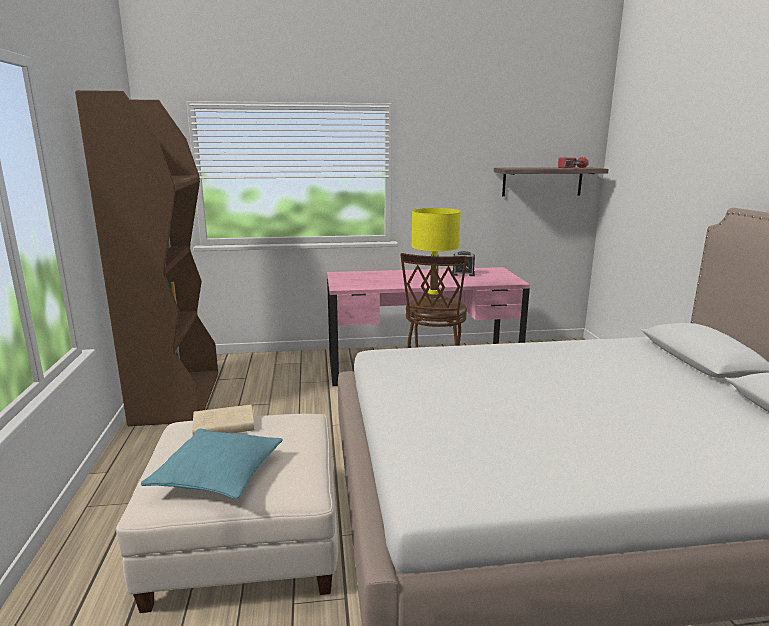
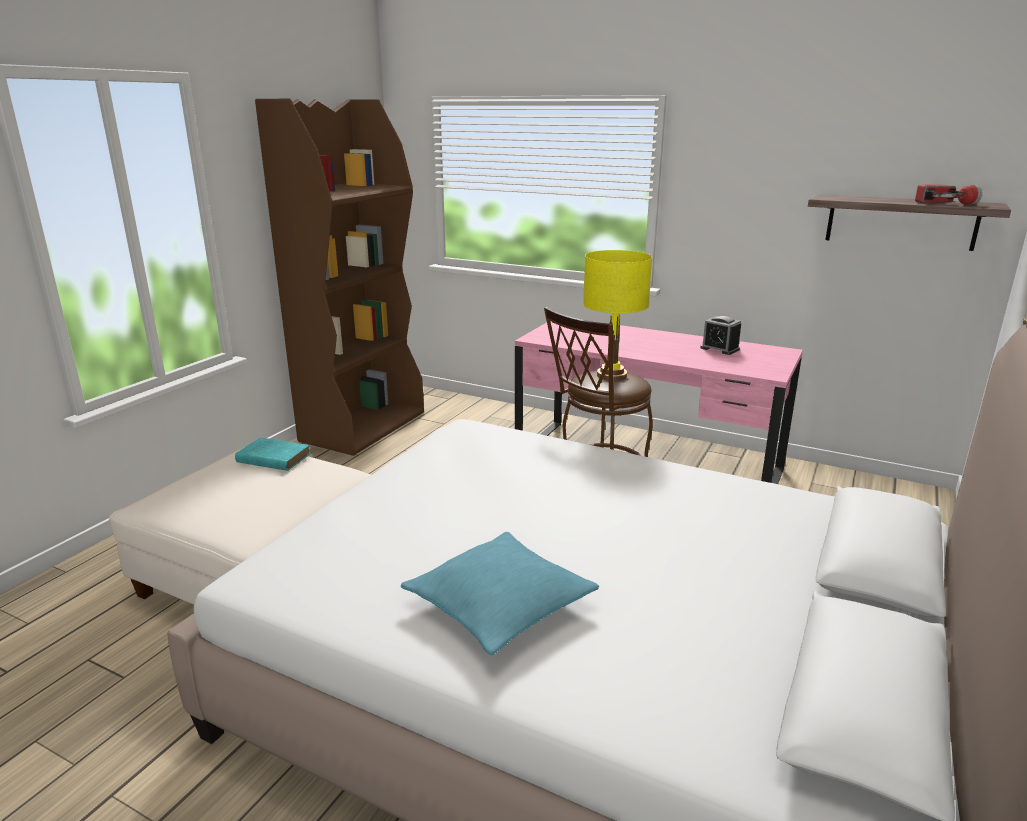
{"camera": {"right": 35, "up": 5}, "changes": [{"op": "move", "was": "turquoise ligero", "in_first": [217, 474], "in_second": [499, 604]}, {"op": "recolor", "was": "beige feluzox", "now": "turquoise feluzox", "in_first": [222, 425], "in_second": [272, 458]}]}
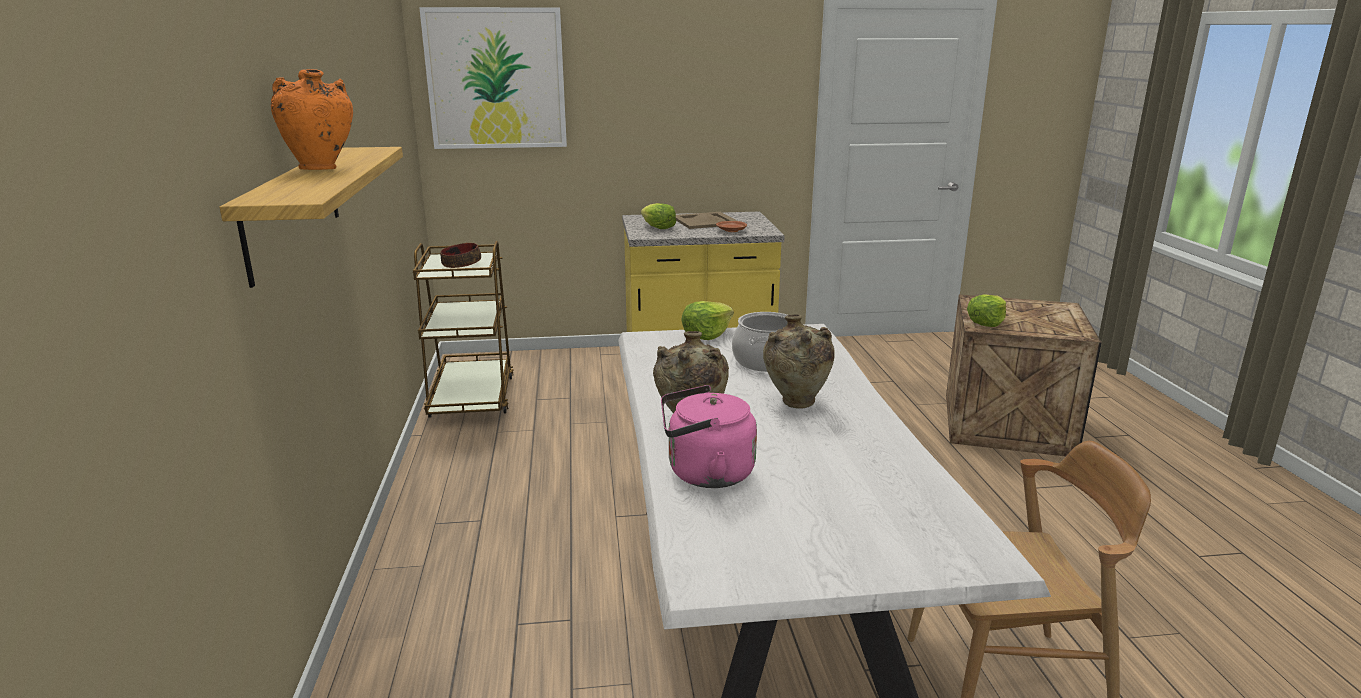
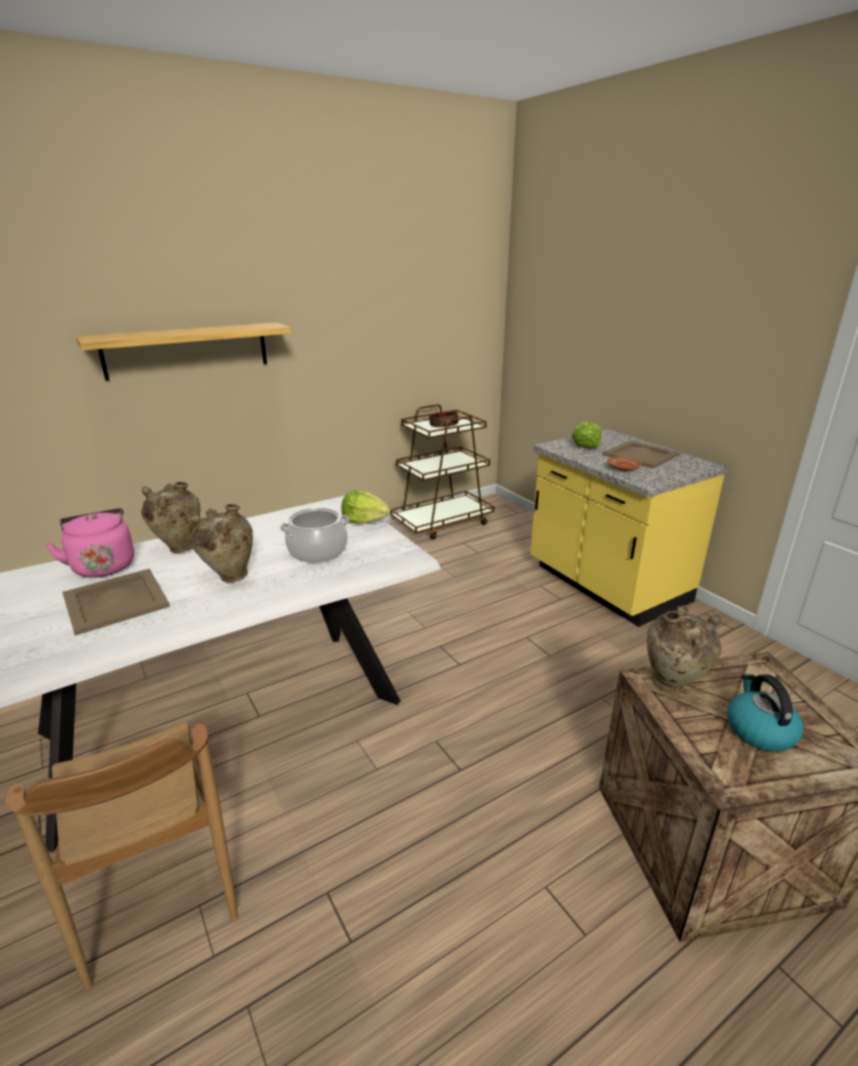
{"camera": {"right": 65, "up": 5}, "changes": [{"op": "delete", "was": "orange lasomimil", "in_first": [321, 169]}, {"op": "delete", "was": "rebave", "in_first": [496, 79]}, {"op": "insert", "now": "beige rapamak", "in_second": [114, 601]}, {"op": "insert", "now": "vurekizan", "in_second": [759, 730]}, {"op": "replace", "was": "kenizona", "now": "beige lasomimil", "in_first": [986, 322], "in_second": [672, 685]}]}
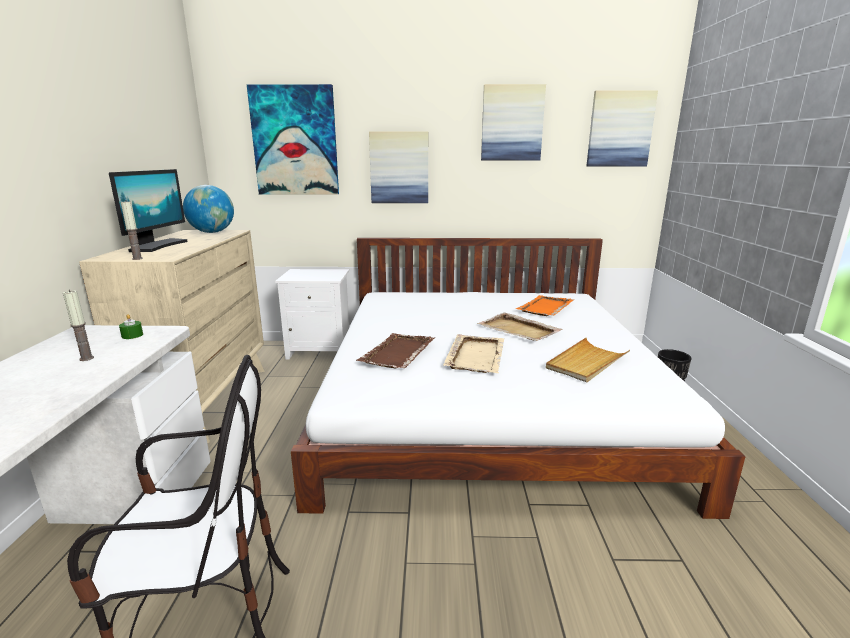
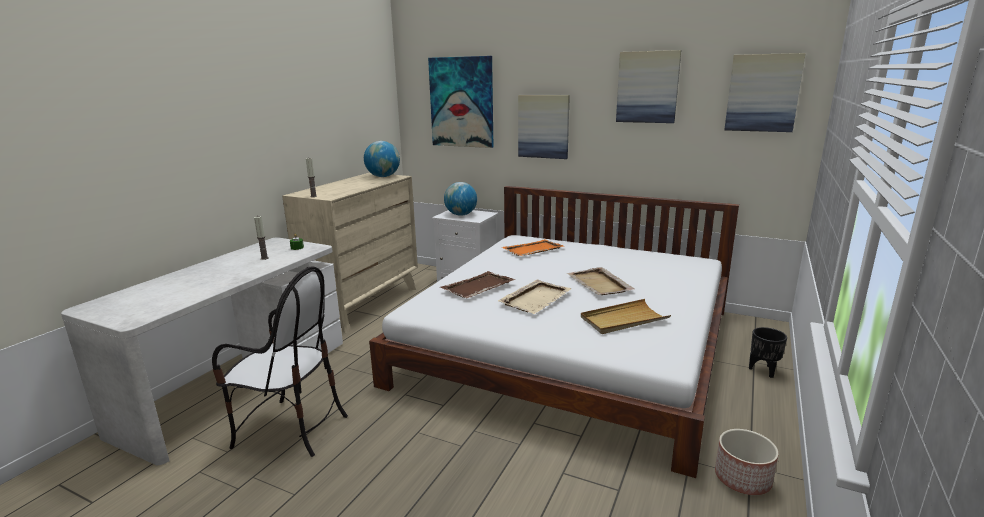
{"camera": {"right": 25, "up": 0}, "changes": [{"op": "delete", "was": "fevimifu", "in_first": [158, 246]}, {"op": "insert", "now": "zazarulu", "in_second": [461, 215]}, {"op": "insert", "now": "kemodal", "in_second": [743, 479]}, {"op": "move", "was": "orange rapamak", "in_first": [545, 308], "in_second": [532, 250]}]}
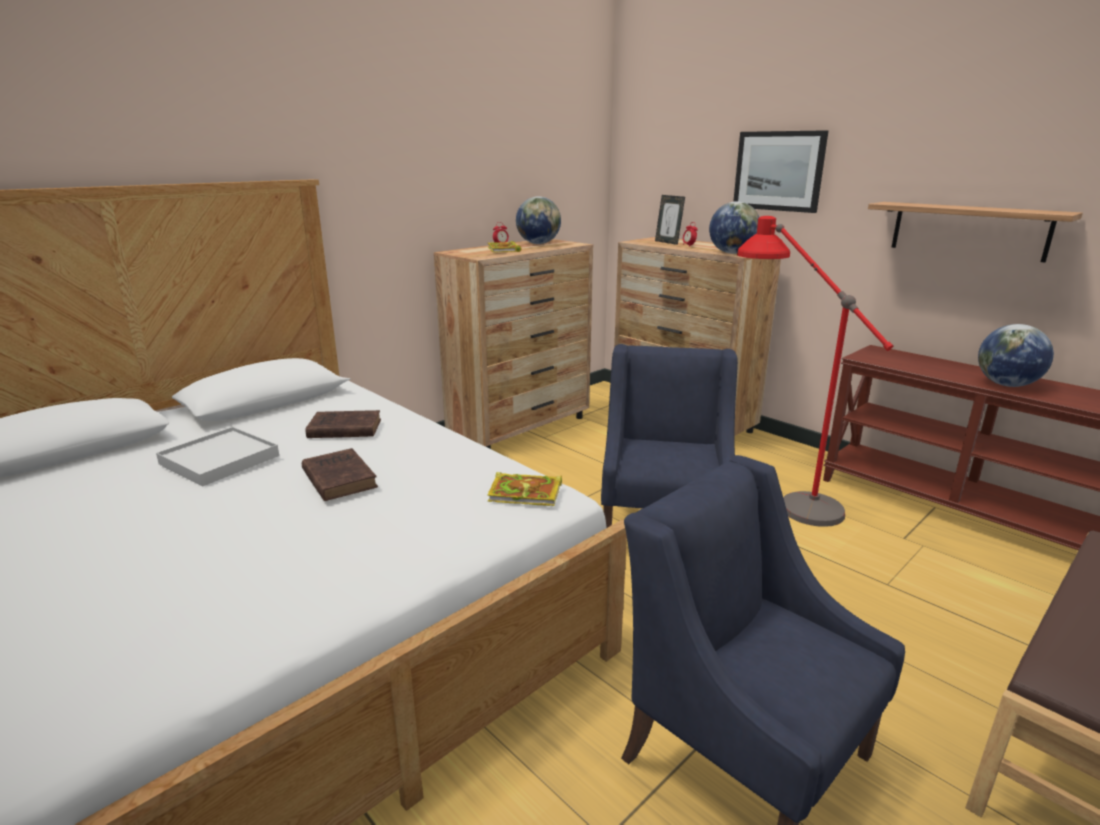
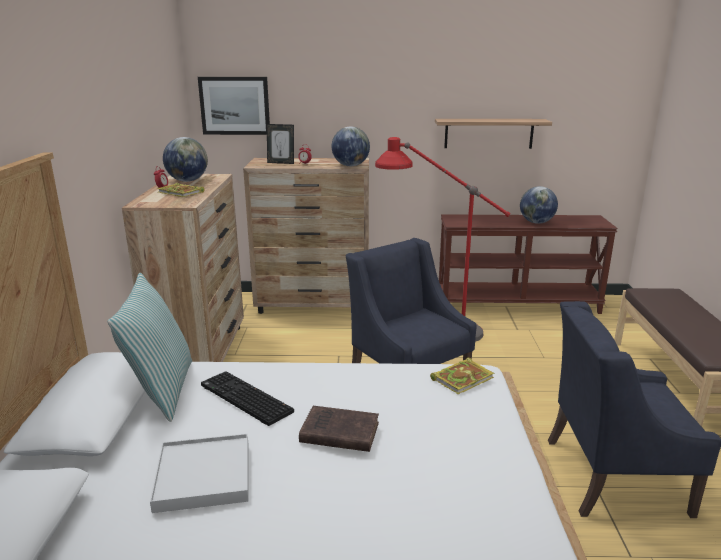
{"camera": {"right": -45, "up": 0}, "changes": [{"op": "insert", "now": "ligero", "in_second": [161, 390]}, {"op": "move", "was": "rebave", "in_first": [778, 171], "in_second": [235, 105]}, {"op": "replace", "was": "brown feluzox", "now": "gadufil", "in_first": [343, 429], "in_second": [243, 399]}]}
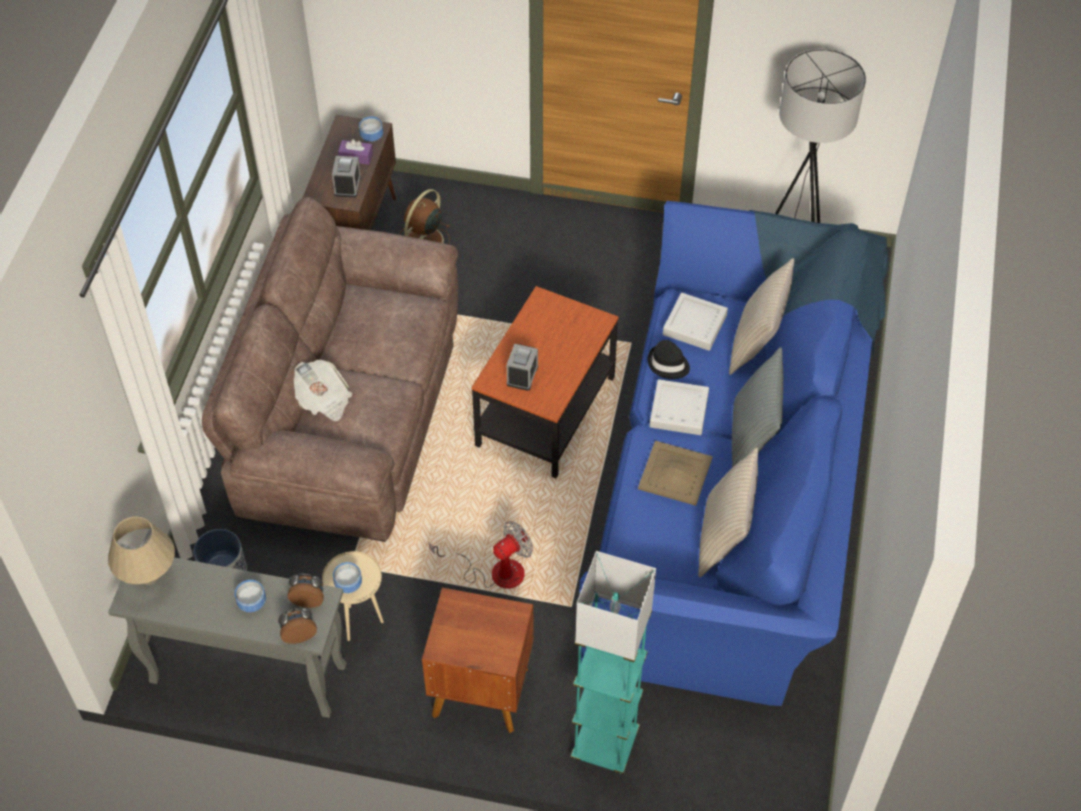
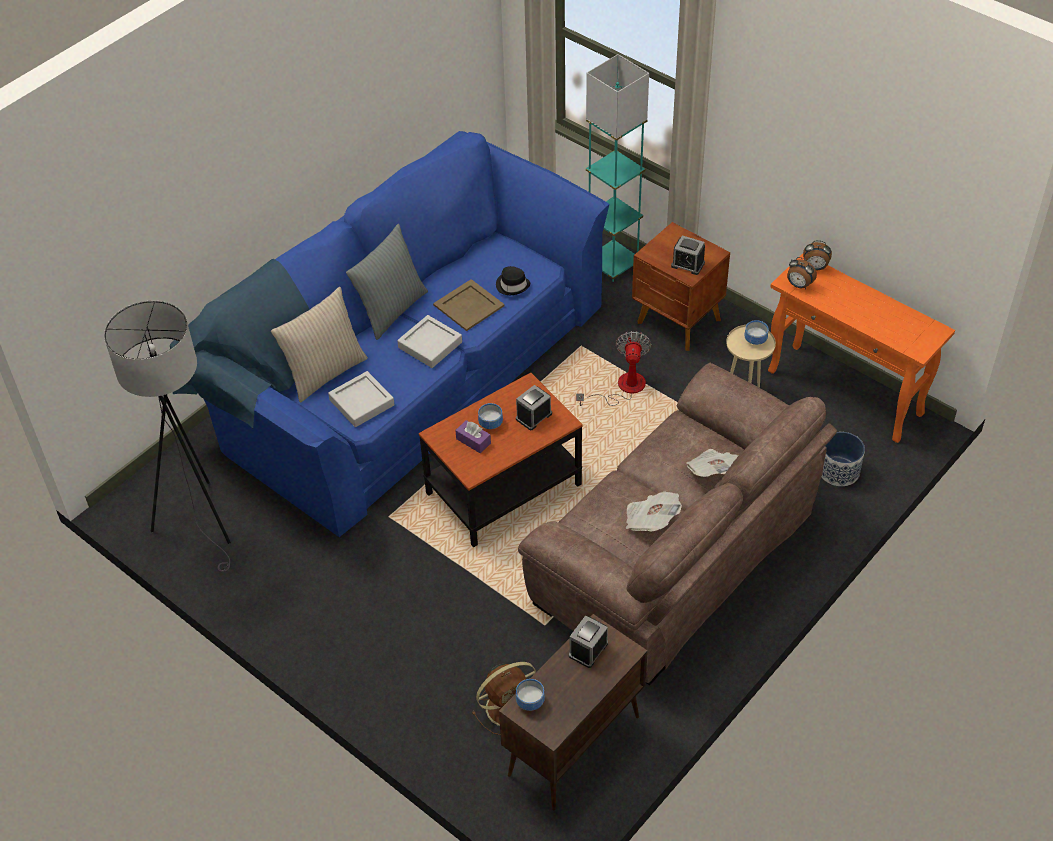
{"camera": {"right": -150, "up": -5}, "changes": [{"op": "delete", "was": "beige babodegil", "in_first": [149, 577]}, {"op": "delete", "was": "beige ligero", "in_first": [724, 537]}, {"op": "insert", "now": "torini", "in_second": [651, 520]}, {"op": "insert", "now": "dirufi", "in_second": [688, 264]}, {"op": "move", "was": "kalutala", "in_first": [253, 603], "in_second": [490, 422]}, {"op": "move", "was": "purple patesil", "in_first": [356, 157], "in_second": [473, 441]}, {"op": "move", "was": "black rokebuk", "in_first": [668, 364], "in_second": [512, 285]}, {"op": "recolor", "was": "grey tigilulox", "now": "orange tigilulox", "in_first": [246, 674], "in_second": [846, 393]}, {"op": "rotate", "was": "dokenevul", "in_first": [495, 572], "in_second": [622, 388], "clockwise": 105}]}
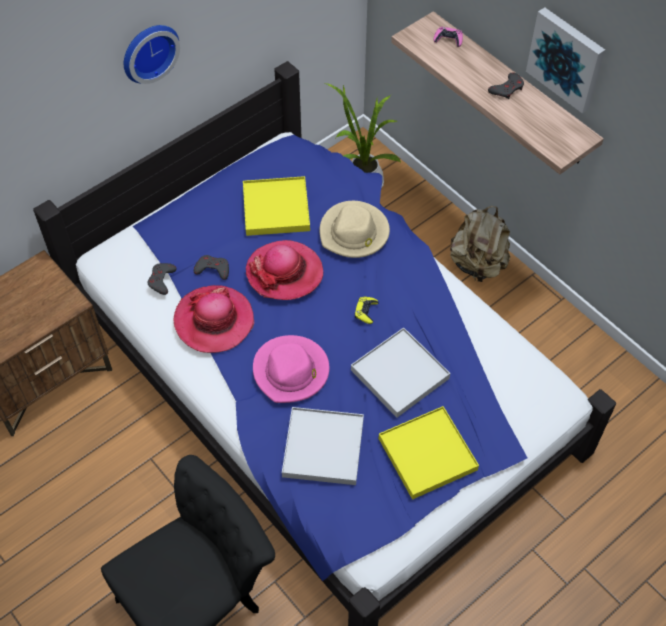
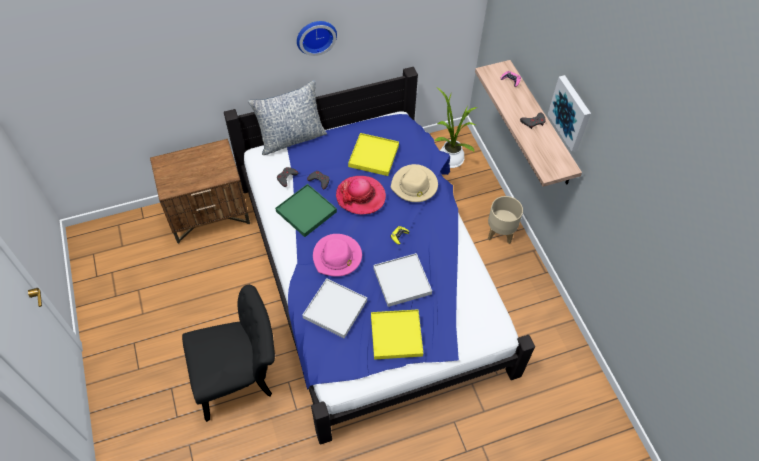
{"camera": {"right": 20, "up": 0}, "changes": [{"op": "insert", "now": "ligero", "in_second": [291, 138]}, {"op": "replace", "was": "rokebuk", "now": "green rapamak", "in_first": [214, 321], "in_second": [306, 212]}, {"op": "replace", "was": "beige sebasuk", "now": "beige kemodal", "in_first": [478, 264], "in_second": [500, 232]}]}
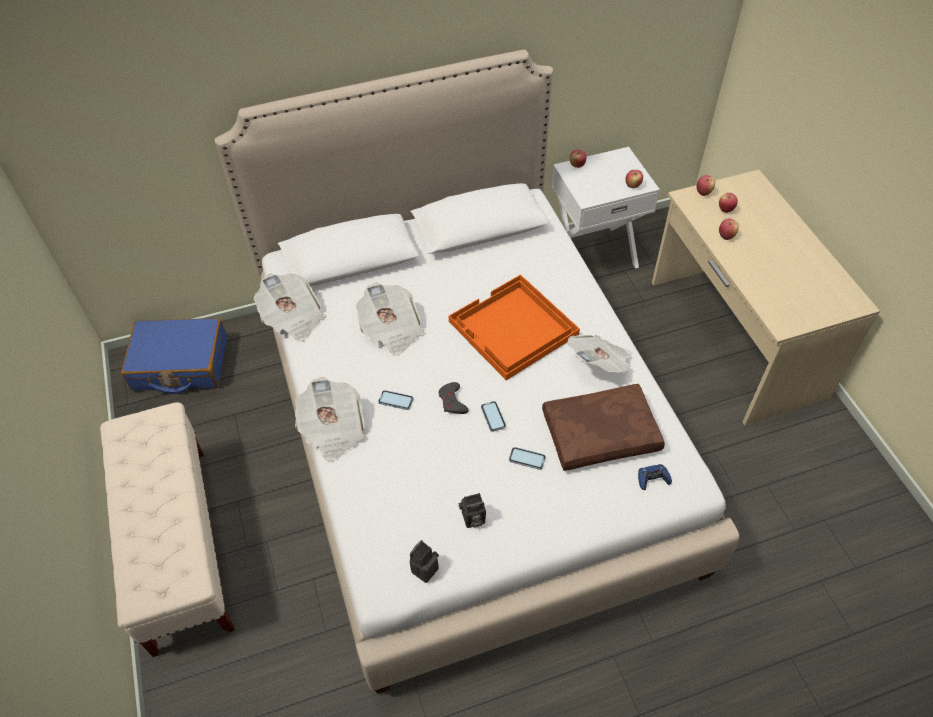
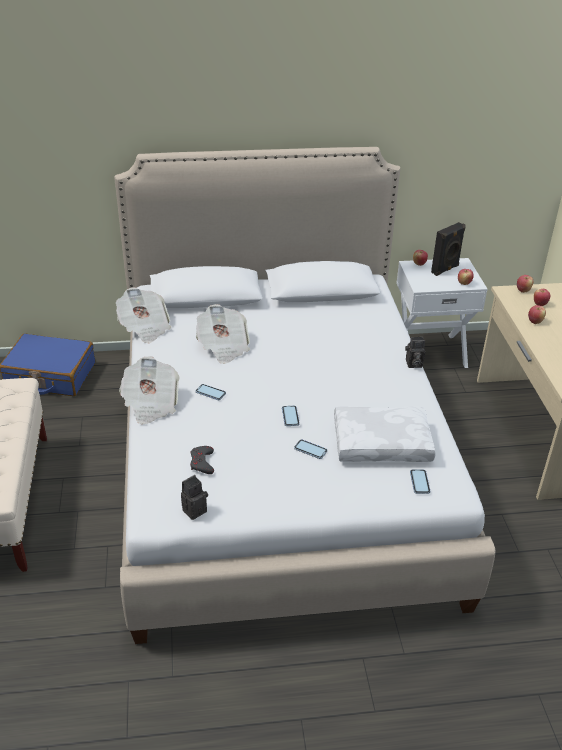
{"camera": {"right": 10, "up": -15}, "changes": [{"op": "delete", "was": "orange rapamak", "in_first": [513, 329]}, {"op": "delete", "was": "torini", "in_first": [600, 364]}, {"op": "insert", "now": "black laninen", "in_second": [445, 269]}, {"op": "move", "was": "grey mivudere", "in_first": [452, 401], "in_second": [202, 463]}, {"op": "move", "was": "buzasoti", "in_first": [472, 519], "in_second": [413, 364]}, {"op": "replace", "was": "blue mivudere", "now": "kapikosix", "in_first": [653, 479], "in_second": [419, 482]}, {"op": "recolor", "was": "brown ligero", "now": "white ligero", "in_first": [600, 432], "in_second": [382, 442]}]}
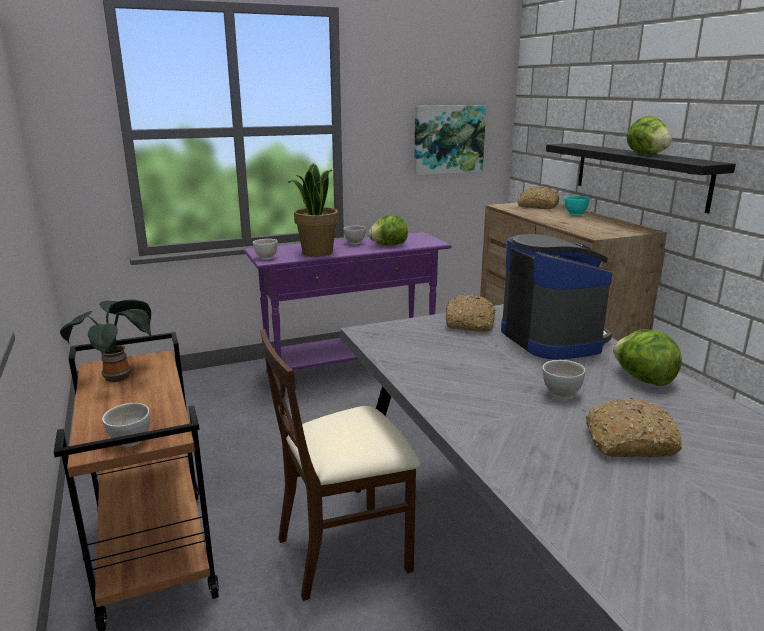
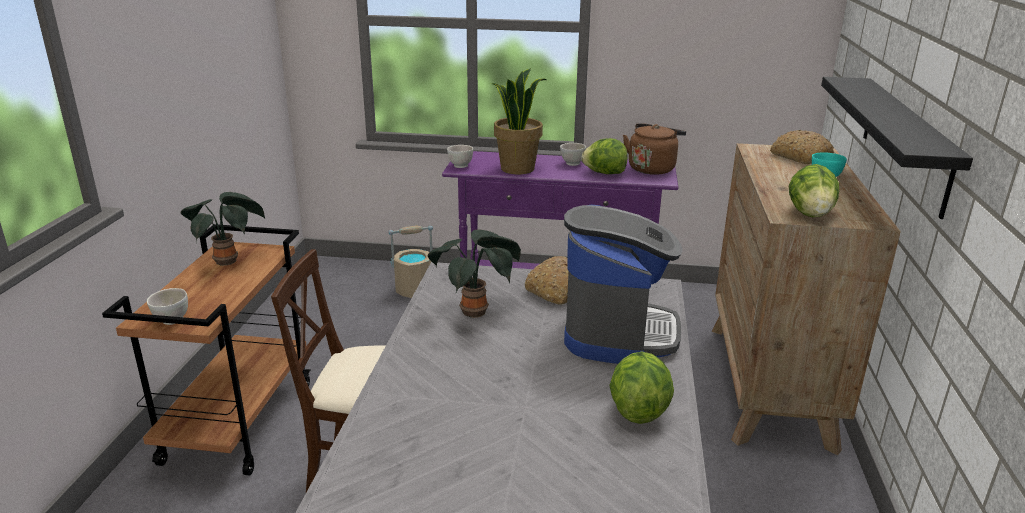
{"camera": {"right": 30, "up": 5}, "changes": [{"op": "delete", "was": "rebave", "in_first": [448, 139]}, {"op": "delete", "was": "white kalutala", "in_first": [560, 394]}, {"op": "delete", "was": "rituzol", "in_first": [629, 442]}, {"op": "insert", "now": "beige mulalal", "in_second": [414, 290]}, {"op": "insert", "now": "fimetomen", "in_second": [477, 311]}, {"op": "insert", "now": "brown vurekizan", "in_second": [652, 168]}, {"op": "move", "was": "kenizona", "in_first": [646, 154], "in_second": [810, 214]}]}
